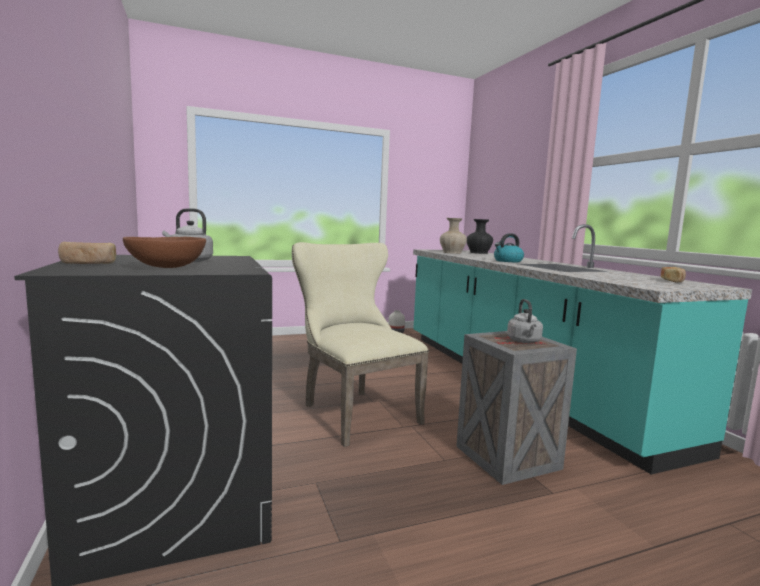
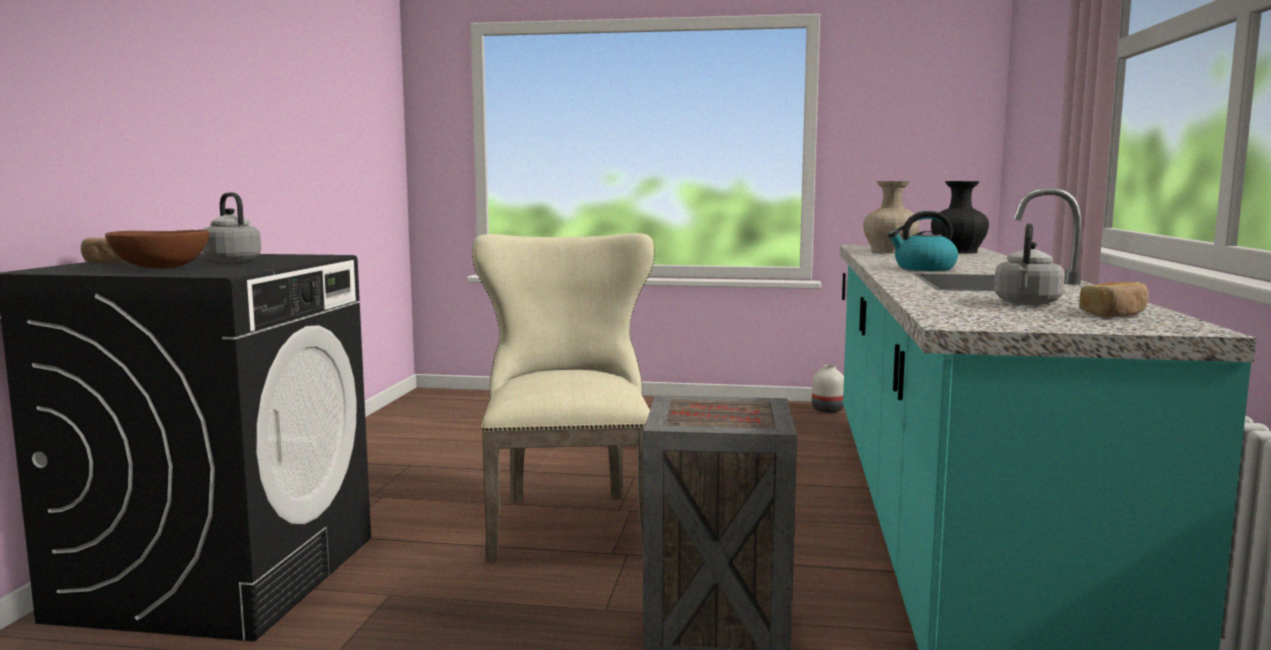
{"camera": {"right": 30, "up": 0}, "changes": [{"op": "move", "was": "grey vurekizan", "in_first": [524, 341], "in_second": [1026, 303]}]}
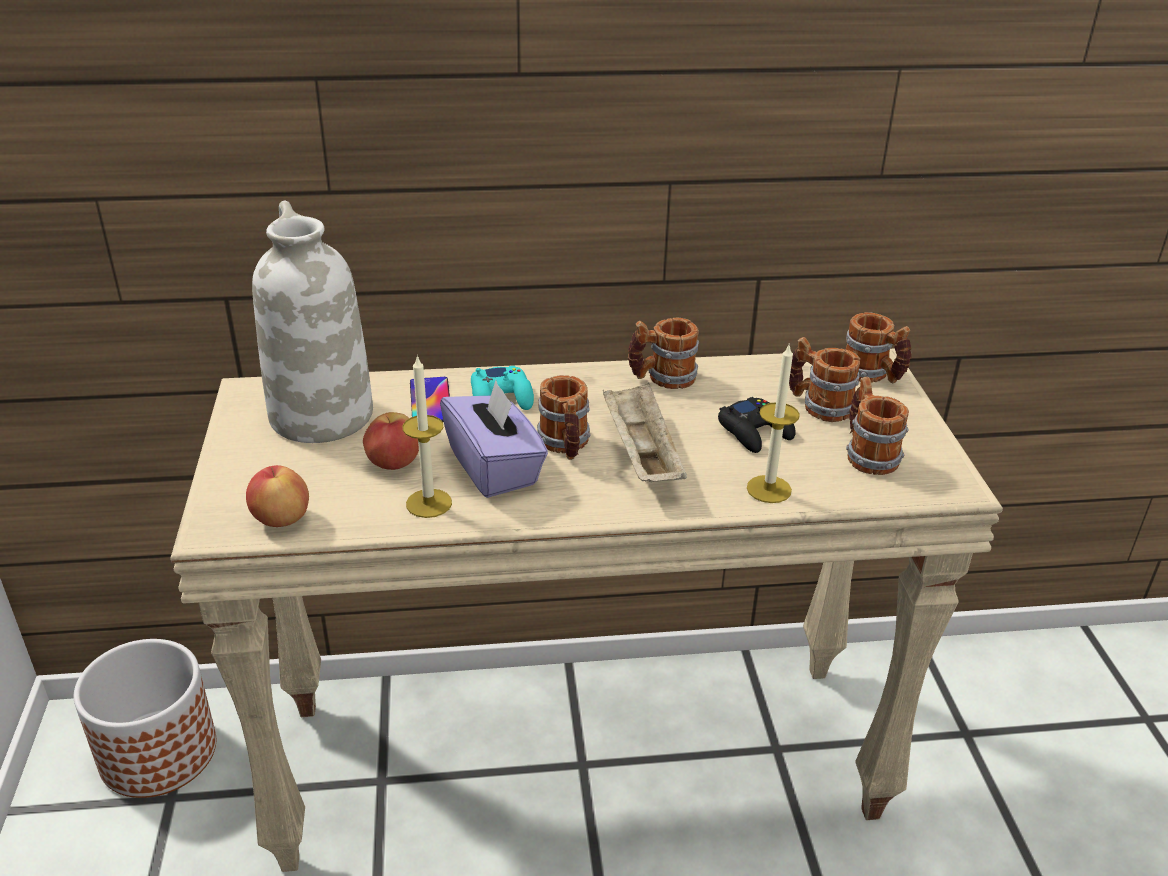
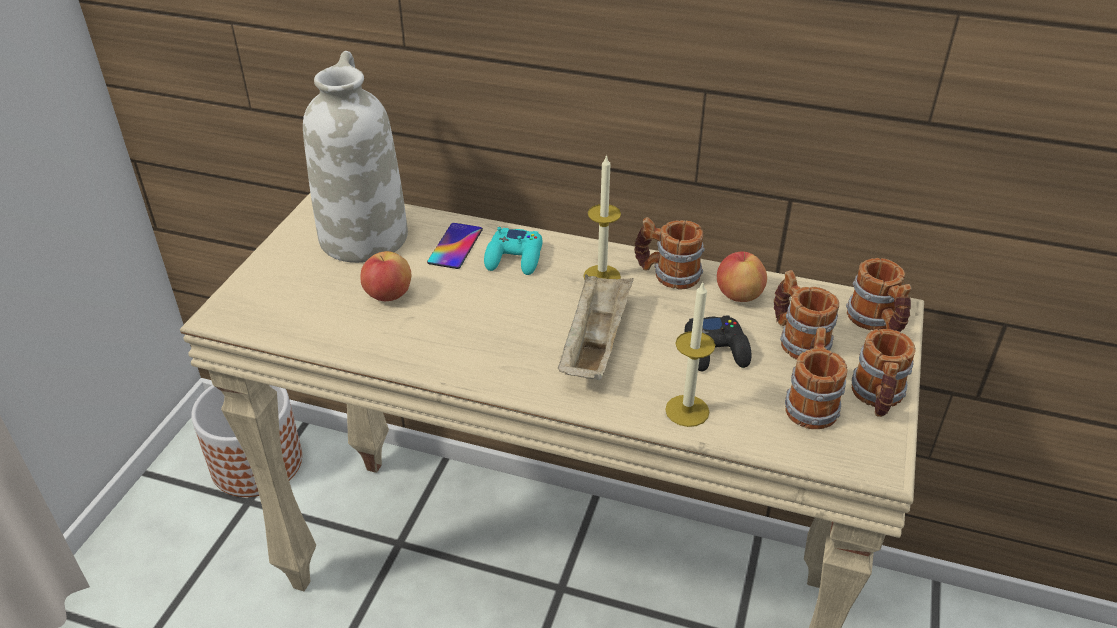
{"camera": {"right": 25, "up": 5}, "changes": [{"op": "delete", "was": "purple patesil", "in_first": [495, 468]}, {"op": "move", "was": "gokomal", "in_first": [281, 519], "in_second": [738, 295]}, {"op": "move", "was": "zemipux", "in_first": [429, 503], "in_second": [602, 276]}, {"op": "move", "was": "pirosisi", "in_first": [565, 446], "in_second": [877, 399]}]}
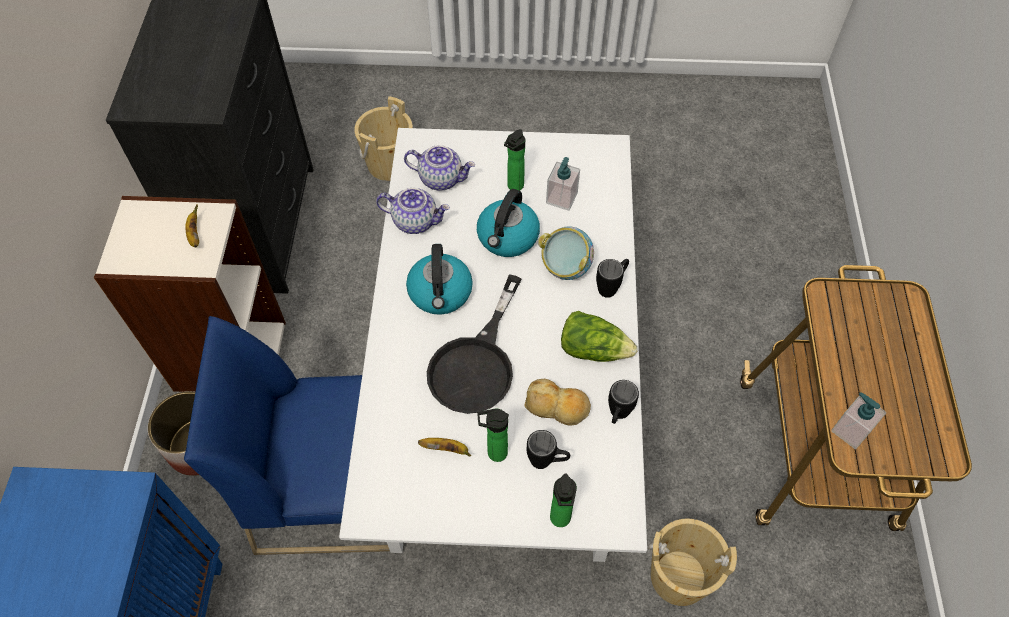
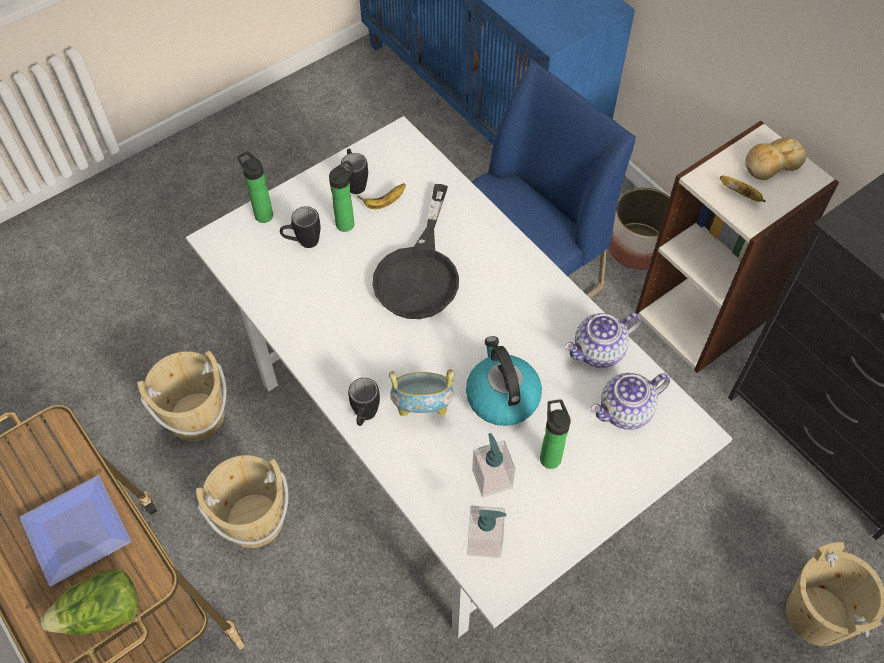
{"camera": {"right": 140, "up": 0}, "changes": [{"op": "delete", "was": "vurekizan", "in_first": [440, 293]}, {"op": "insert", "now": "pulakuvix", "in_second": [81, 532]}, {"op": "insert", "now": "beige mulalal", "in_second": [254, 519]}, {"op": "move", "was": "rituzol", "in_first": [557, 407], "in_second": [771, 165]}, {"op": "move", "was": "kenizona", "in_first": [593, 349], "in_second": [102, 614]}, {"op": "move", "was": "black pirosisi", "in_first": [617, 416], "in_second": [355, 182]}, {"op": "move", "was": "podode", "in_first": [850, 430], "in_second": [485, 540]}, {"op": "rotate", "was": "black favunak", "in_first": [477, 364], "in_second": [420, 272], "clockwise": -150}]}
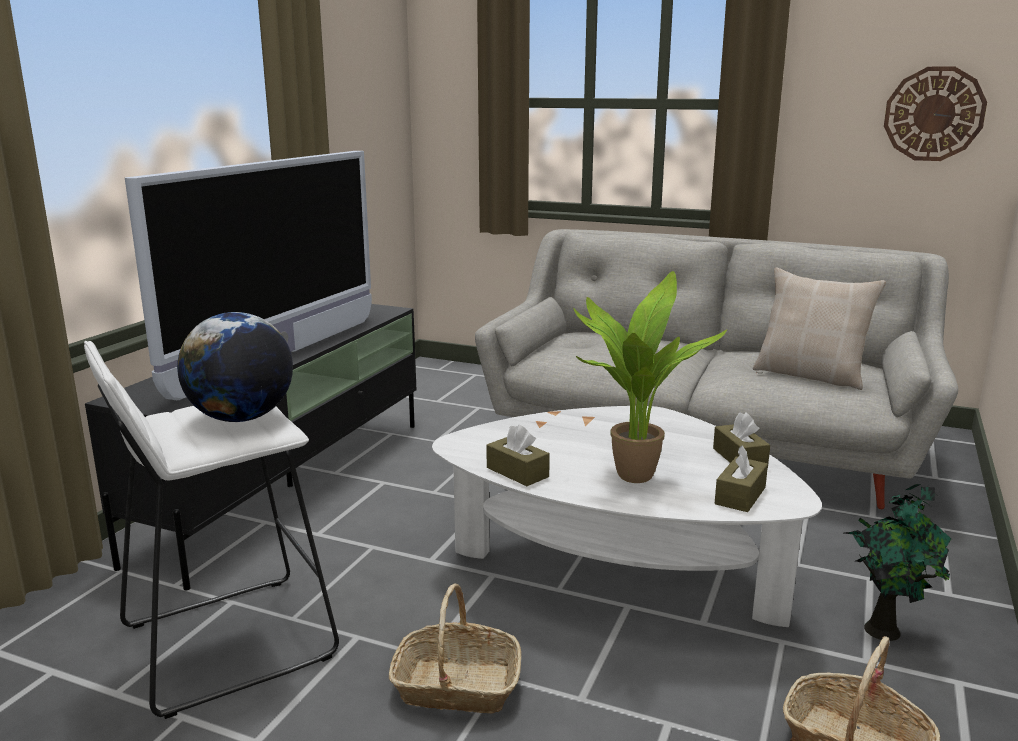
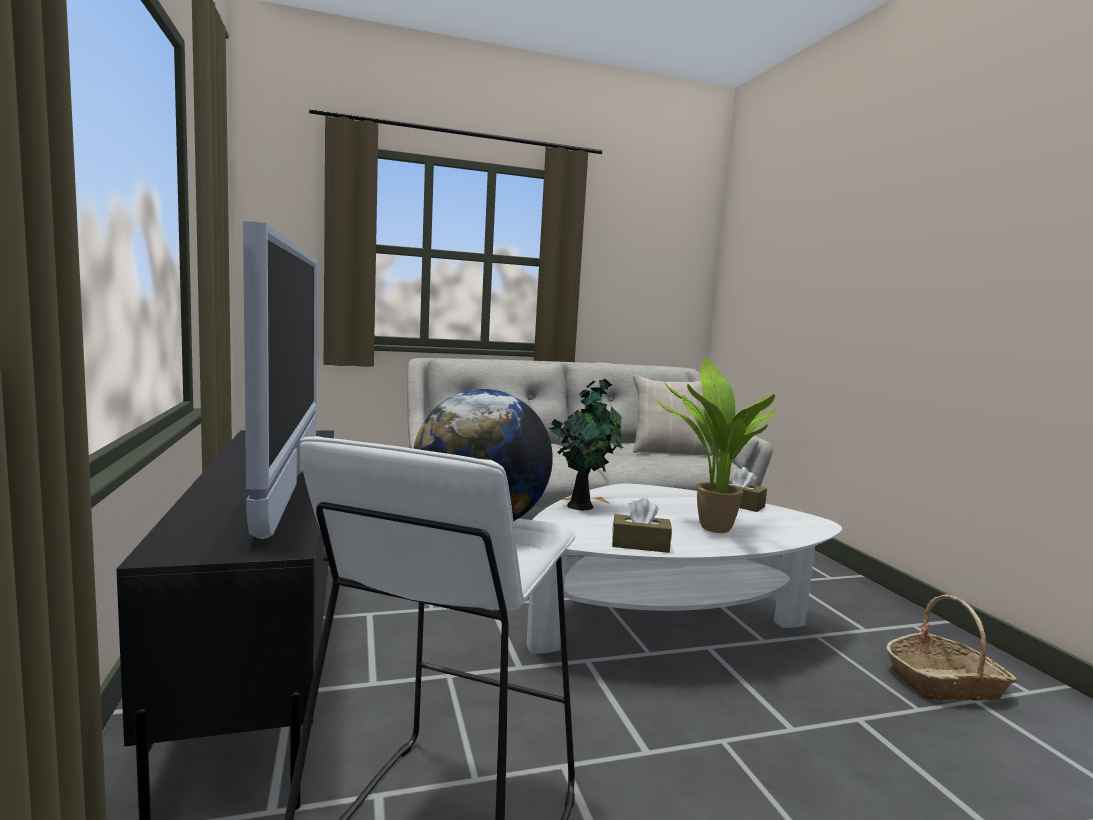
{"camera": {"right": -40, "up": -10}, "changes": [{"op": "delete", "was": "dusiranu", "in_first": [456, 686]}, {"op": "delete", "was": "brown patesil", "in_first": [740, 496]}, {"op": "delete", "was": "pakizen", "in_first": [934, 114]}, {"op": "move", "was": "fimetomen", "in_first": [885, 630], "in_second": [582, 505]}]}
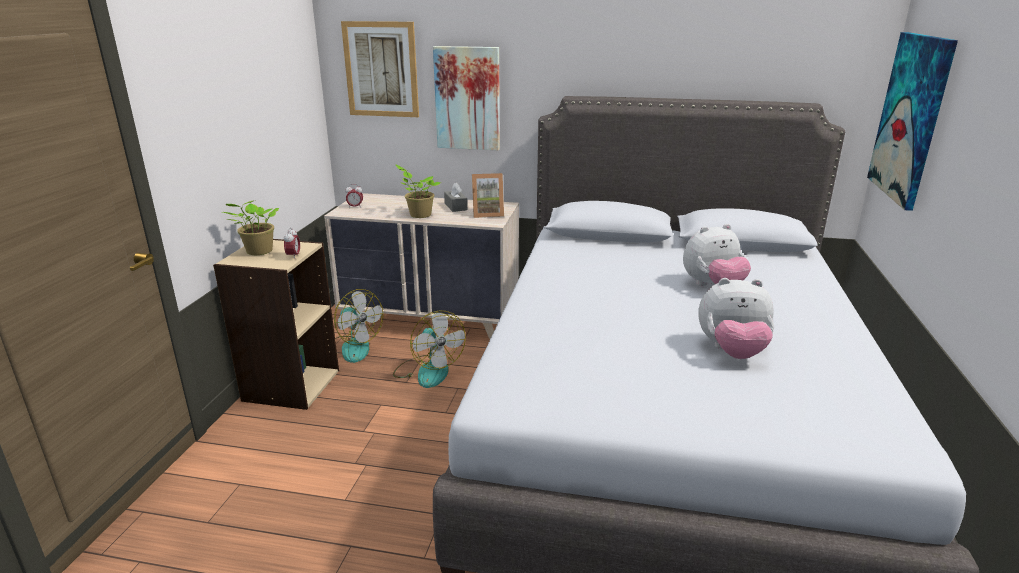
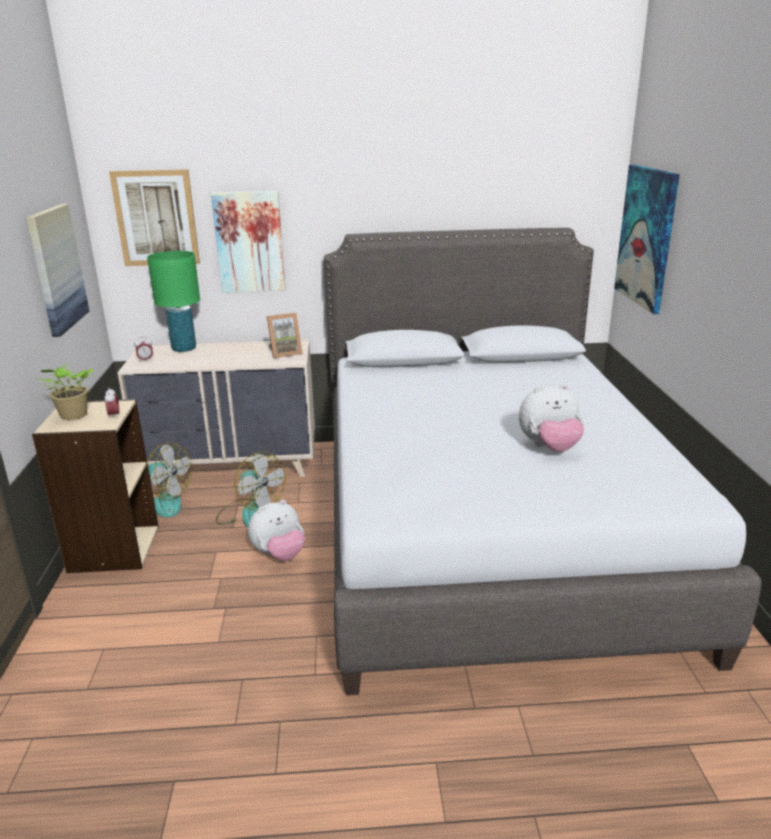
{"camera": {"right": -15, "up": 0}, "changes": [{"op": "delete", "was": "fimetomen", "in_first": [419, 215]}, {"op": "delete", "was": "grey patesil", "in_first": [455, 207]}, {"op": "insert", "now": "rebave", "in_second": [56, 268]}, {"op": "insert", "now": "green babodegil", "in_second": [184, 349]}, {"op": "move", "was": "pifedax", "in_first": [712, 287], "in_second": [279, 555]}]}
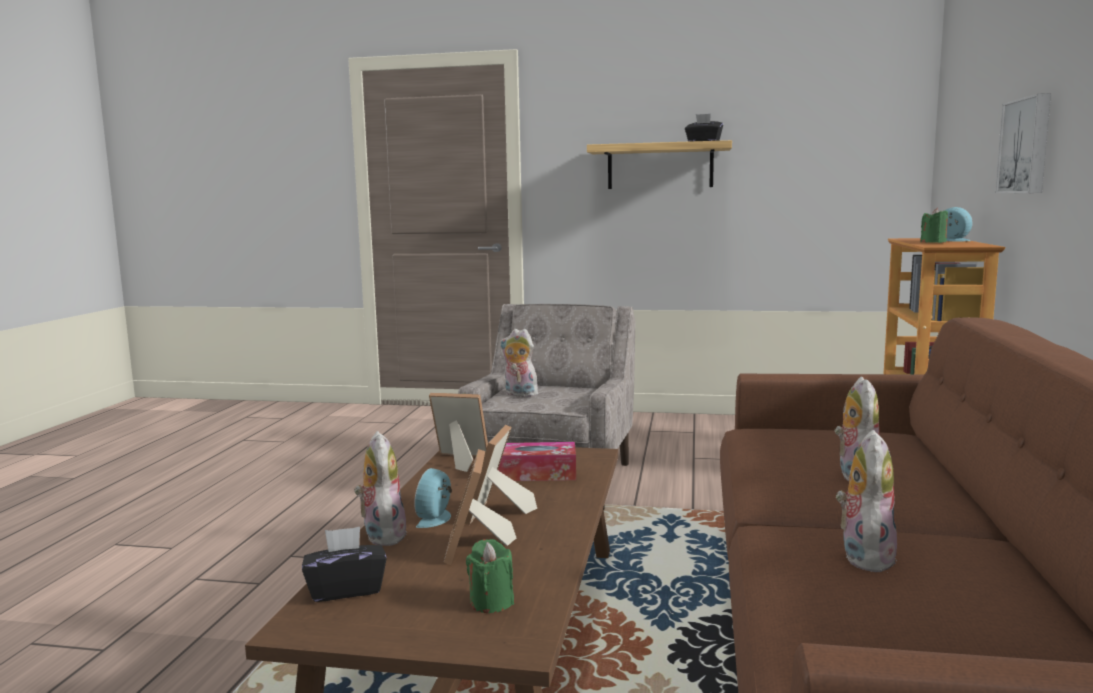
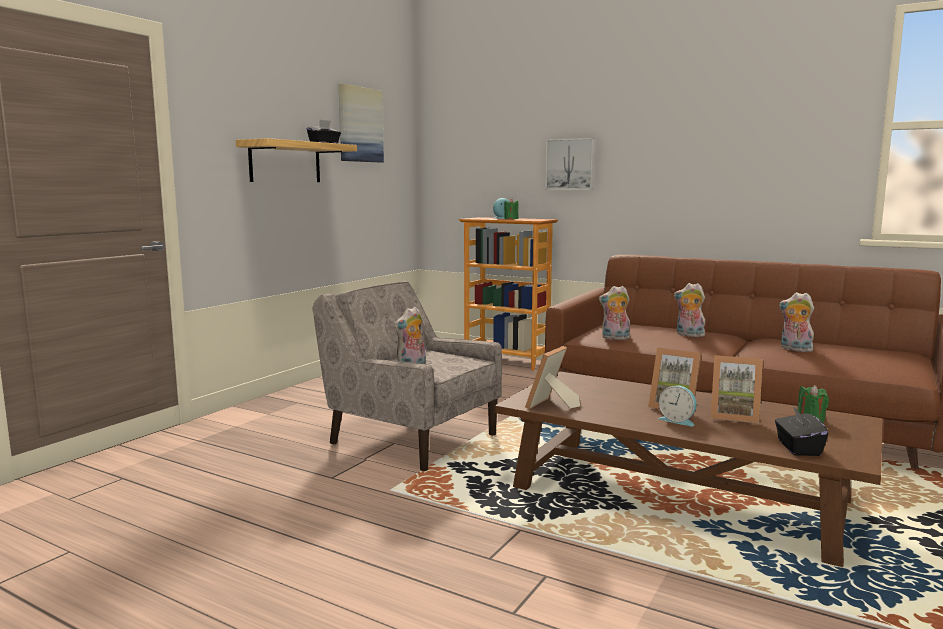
{"camera": {"right": -70, "up": 0}, "changes": [{"op": "delete", "was": "patesil", "in_first": [537, 473]}, {"op": "insert", "now": "rebave", "in_second": [360, 125]}, {"op": "move", "was": "pifedax", "in_first": [382, 535], "in_second": [615, 338]}]}
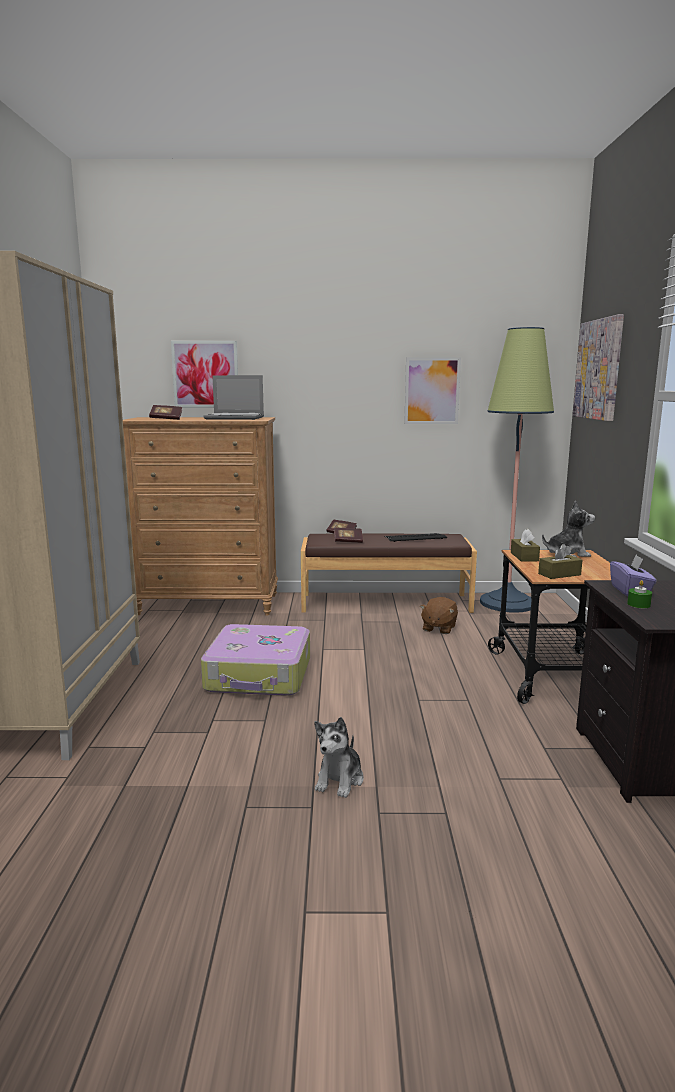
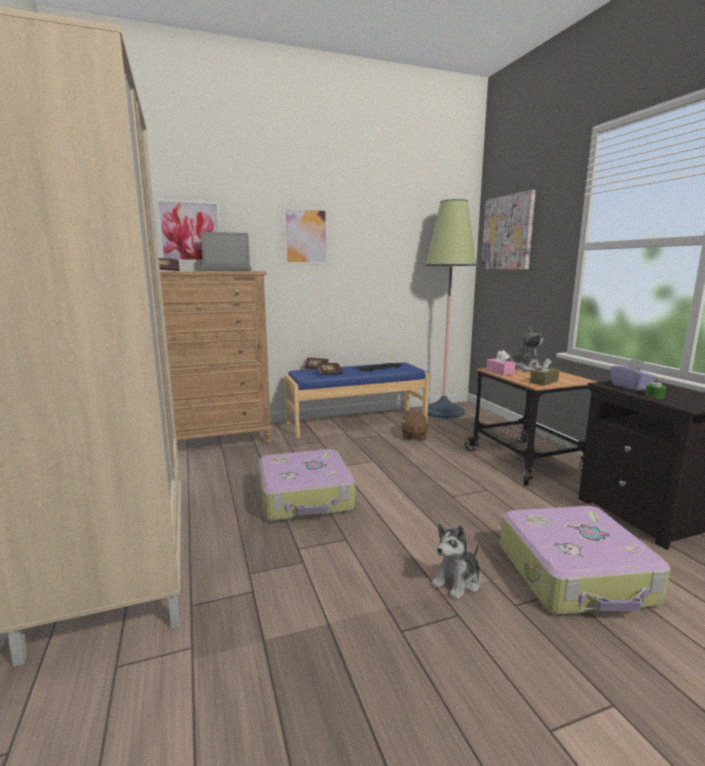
{"camera": {"right": -20, "up": 0}, "changes": [{"op": "insert", "now": "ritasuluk", "in_second": [575, 574]}, {"op": "move", "was": "rebave", "in_first": [432, 391], "in_second": [306, 236]}, {"op": "recolor", "was": "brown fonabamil", "now": "blue fonabamil", "in_first": [385, 602], "in_second": [356, 422]}, {"op": "recolor", "was": "brown patesil", "now": "pink patesil", "in_first": [524, 557], "in_second": [500, 372]}, {"op": "rotate", "was": "pifedax", "in_first": [340, 780], "in_second": [457, 582], "clockwise": 45}]}
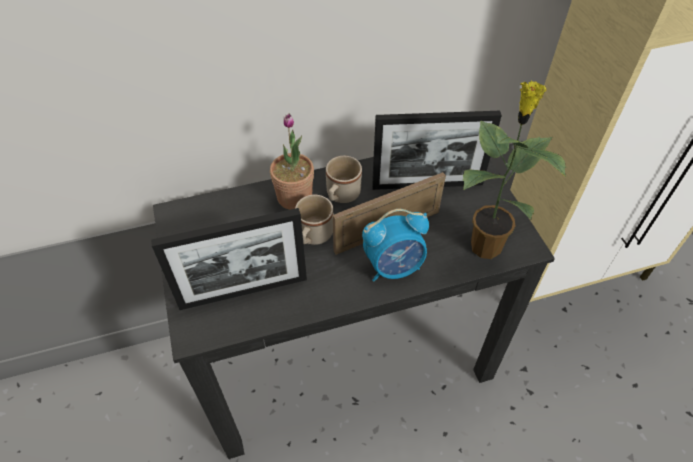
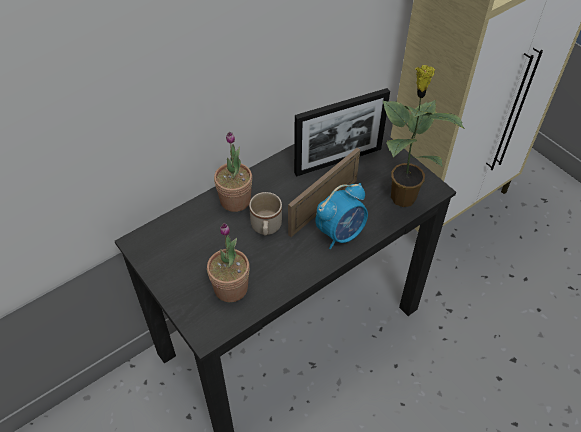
{"camera": {"right": -20, "up": 0}, "changes": [{"op": "delete", "was": "beige pirosisi", "in_first": [341, 196]}, {"op": "replace", "was": "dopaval", "now": "fimetomen", "in_first": [243, 291], "in_second": [231, 288]}]}
